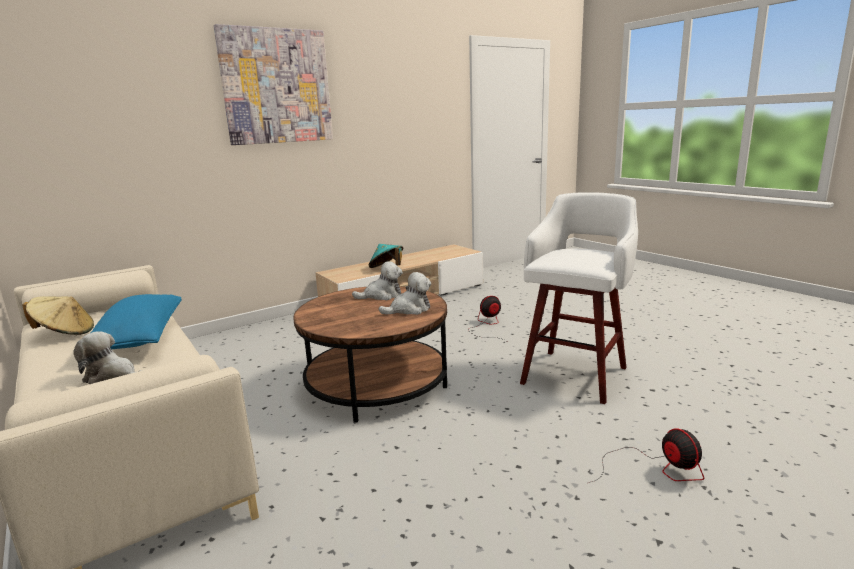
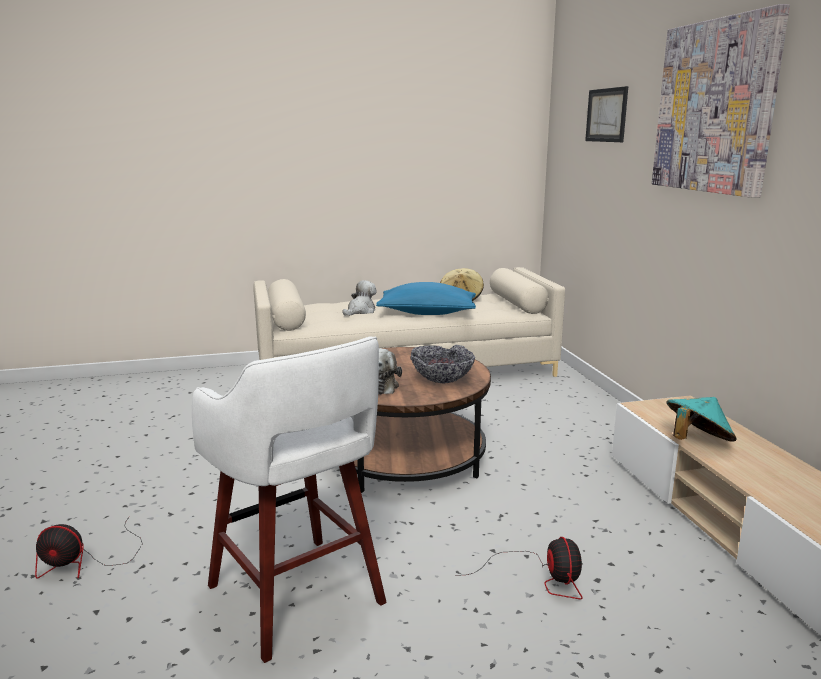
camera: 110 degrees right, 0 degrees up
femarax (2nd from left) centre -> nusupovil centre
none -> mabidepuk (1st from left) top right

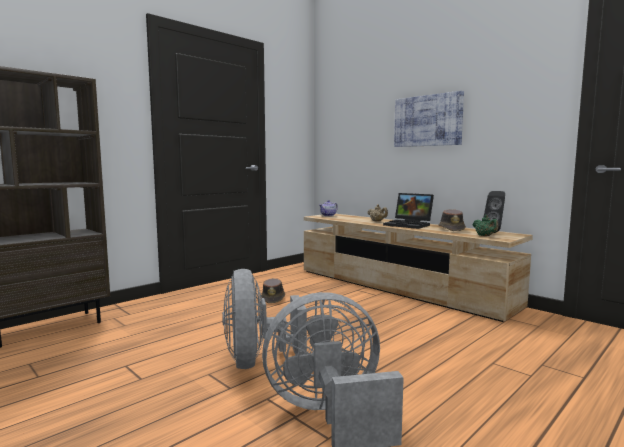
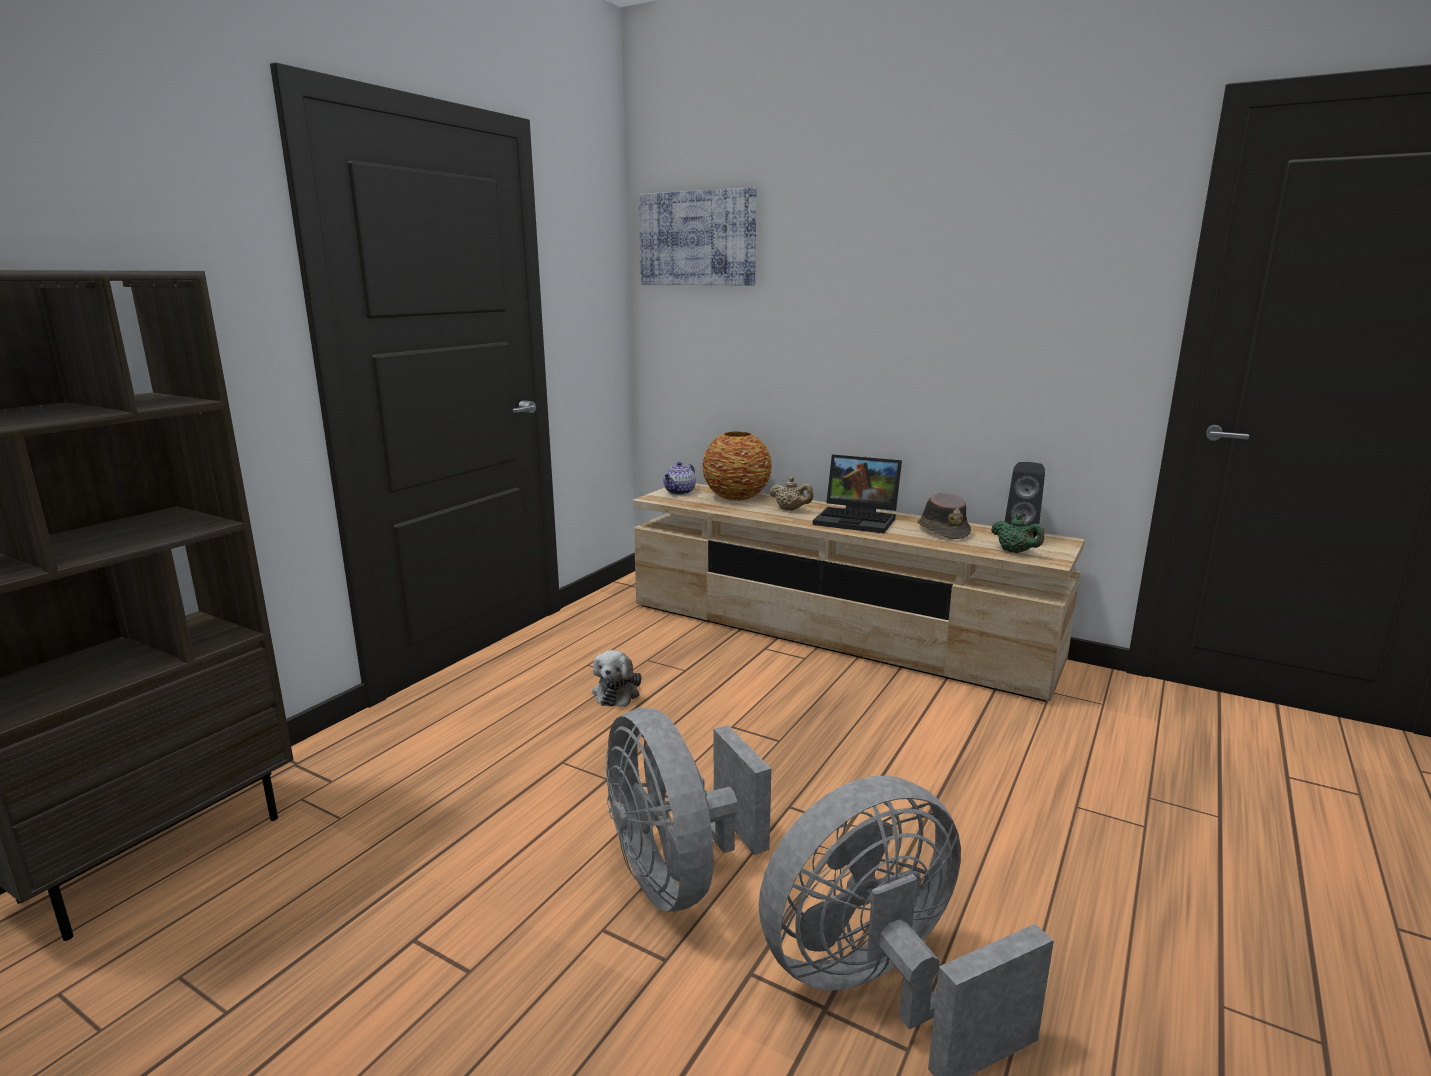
camera: 15 degrees left, 10 degrees up
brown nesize (1st from left) centre -> femarax centre
mabidepuk top right -> mabidepuk top centre, move
none -> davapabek centre

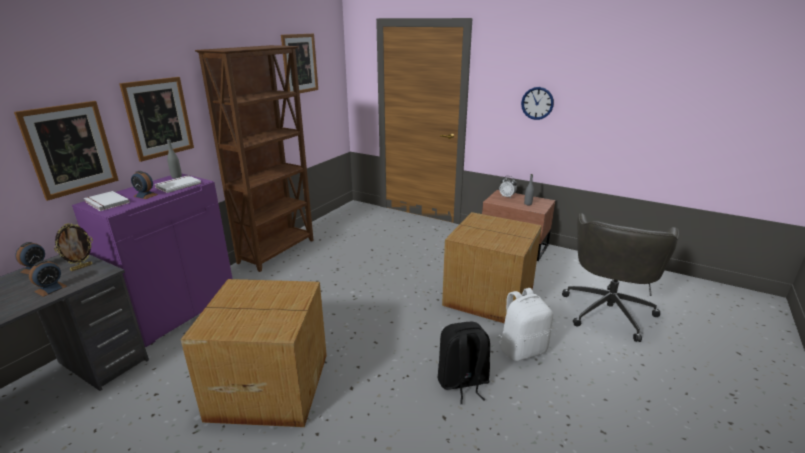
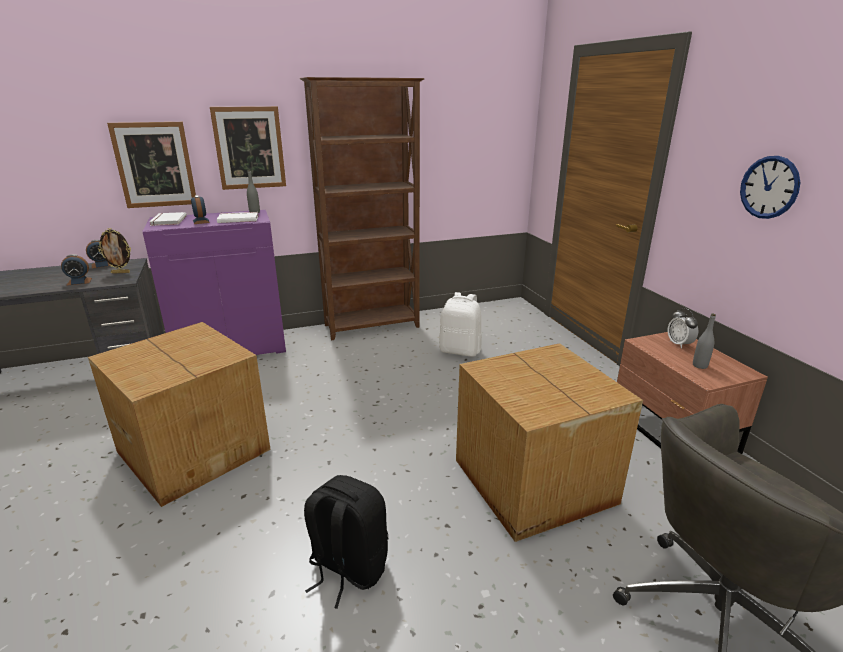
camera: 40 degrees right, 0 degrees up
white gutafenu bottom centre -> white gutafenu centre, move
mabidepuk (3rd from left) top centre -> none

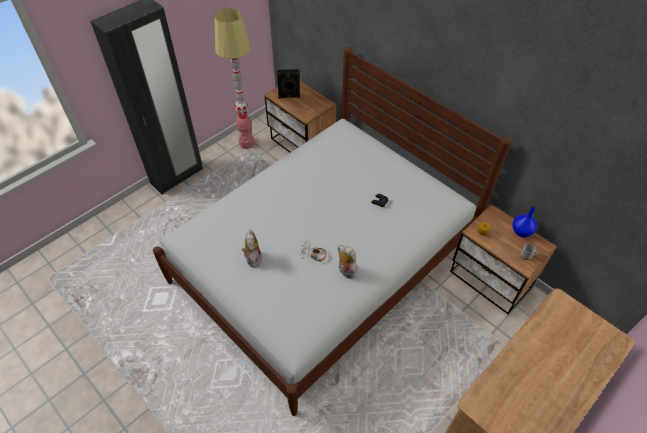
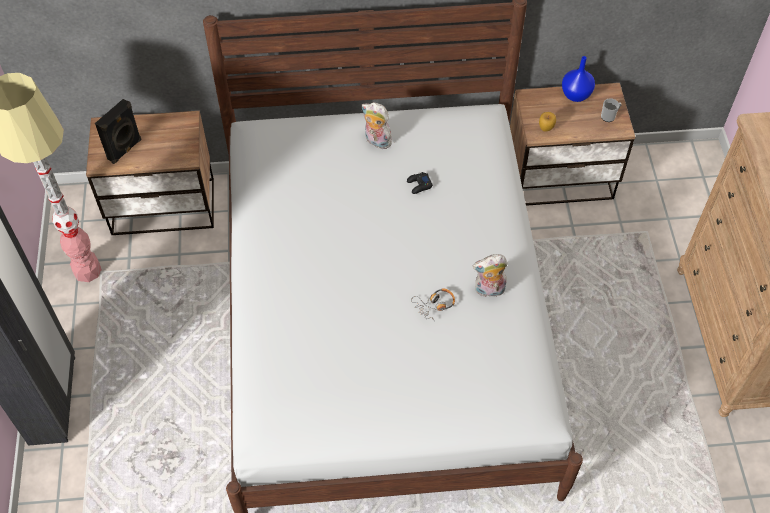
camera: 50 degrees left, 5 degrees up
femarax (1st from left) centre -> femarax (1st from left) top centre, move

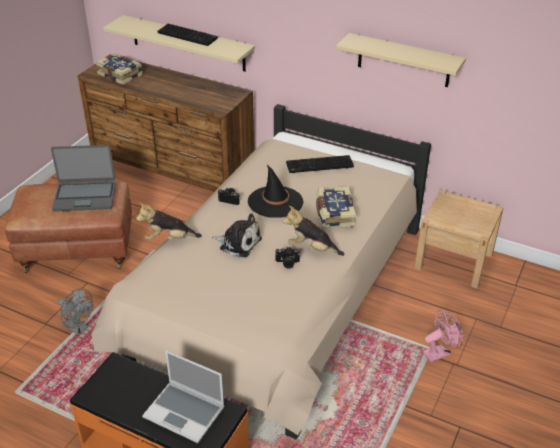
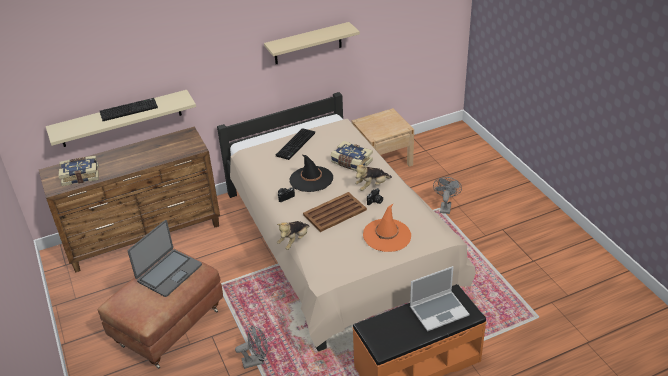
camera: 50 degrees left, 0 degrees up
femarax (2nd from left) centre -> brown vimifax centre
none -> orange nesize centre
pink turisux bottom right -> grey turisux (2nd from left) middle right

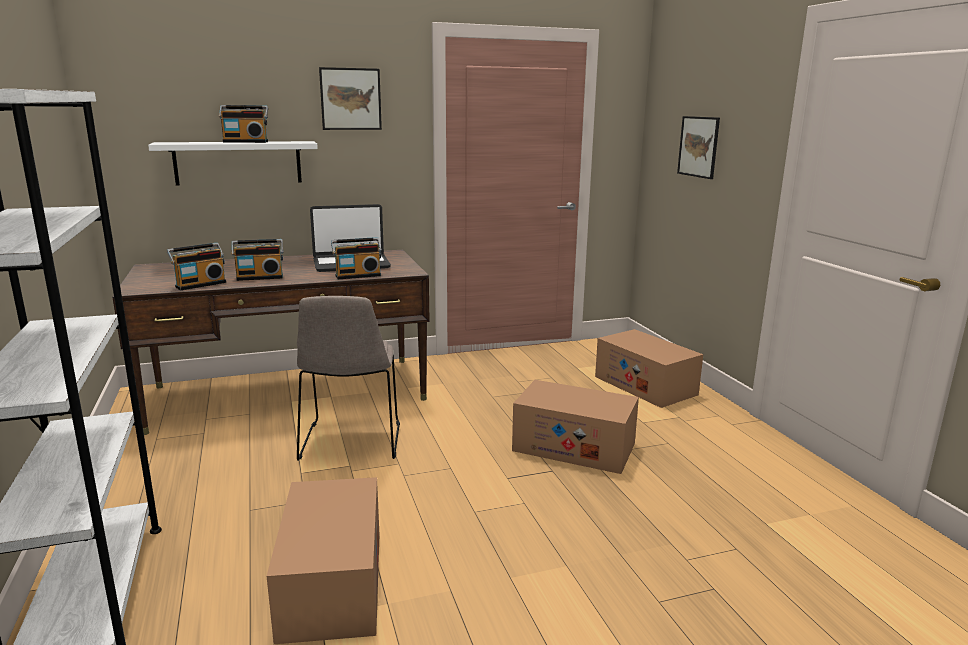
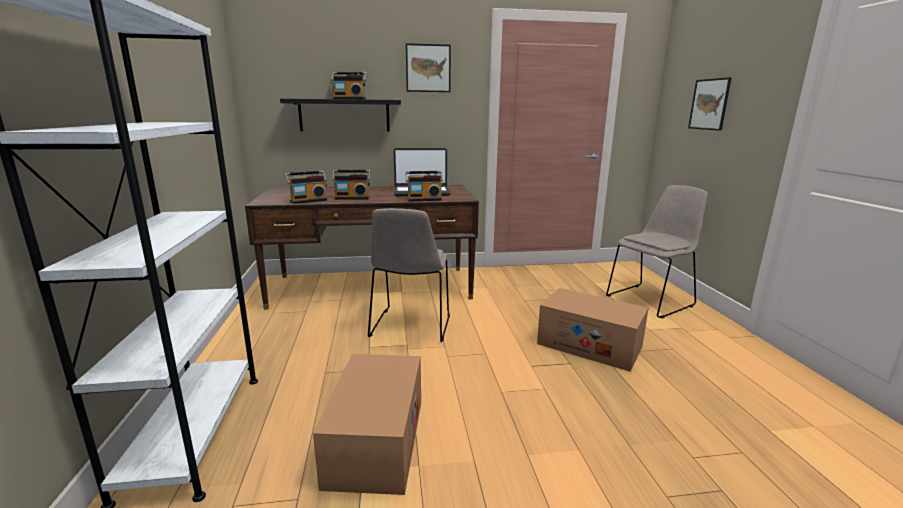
camera: 10 degrees right, 0 degrees up
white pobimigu top left -> black pobimigu top centre
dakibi (3rd from left) middle right -> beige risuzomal (2nd from left) middle right

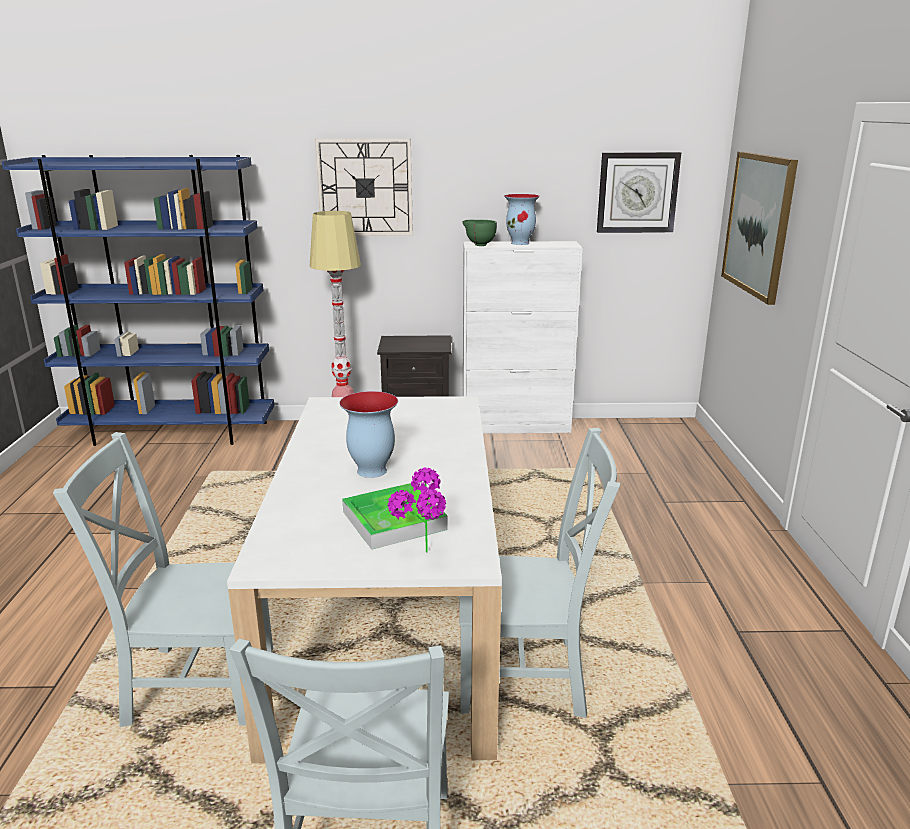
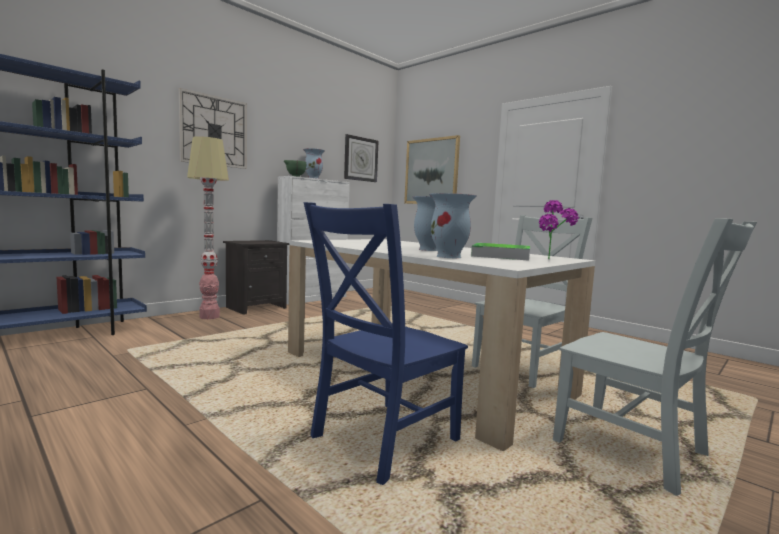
camera: 45 degrees left, 15 degrees down
grey risuzomal (1st from left) bottom left -> blue risuzomal centre
none -> davapabek (3rd from left) centre

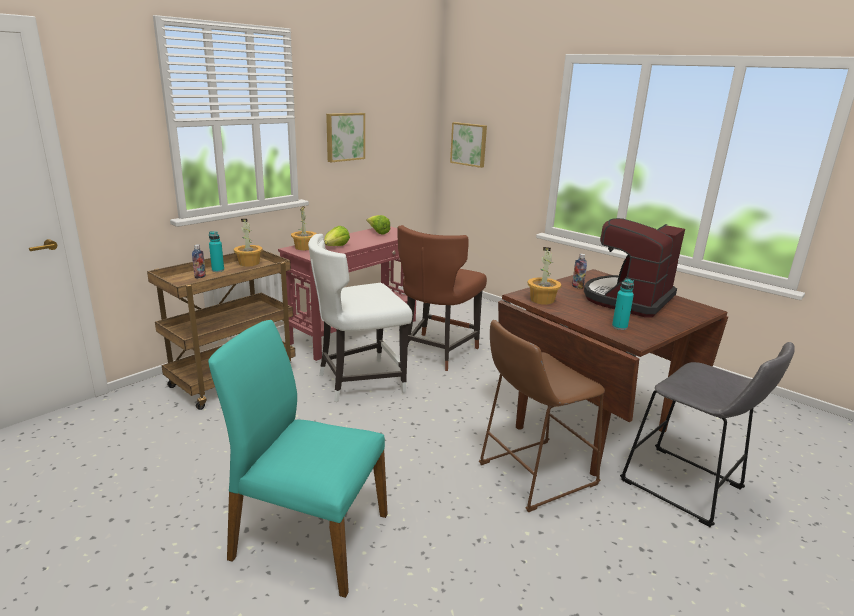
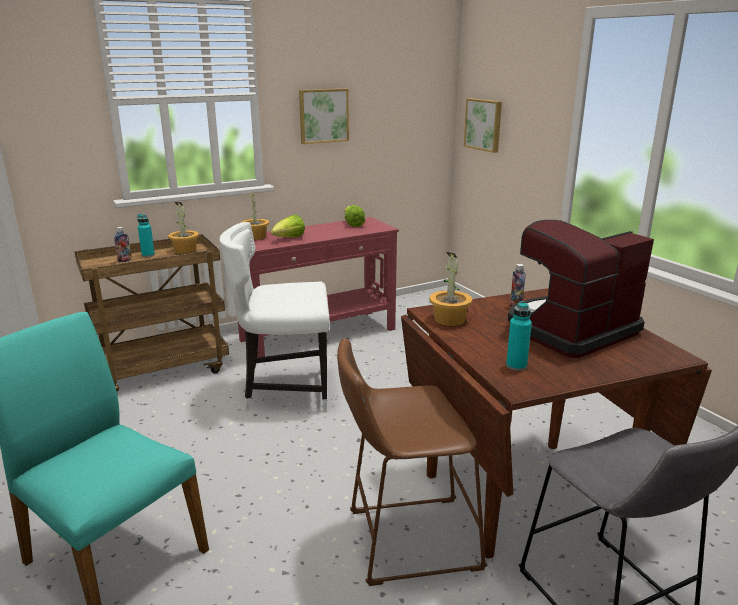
camera: 20 degrees right, 0 degrees up
brown risuzomal centre -> none

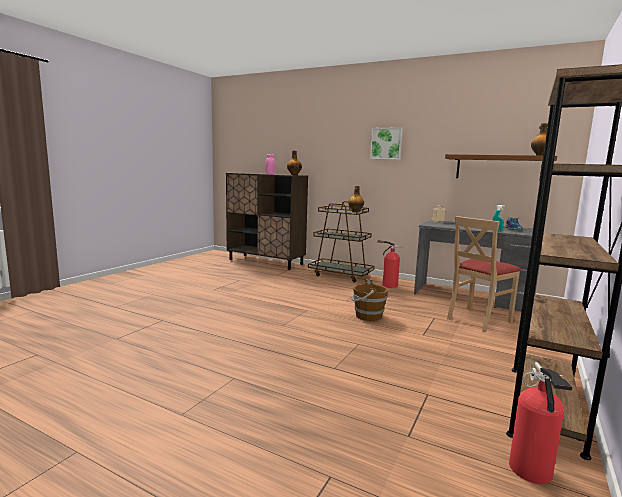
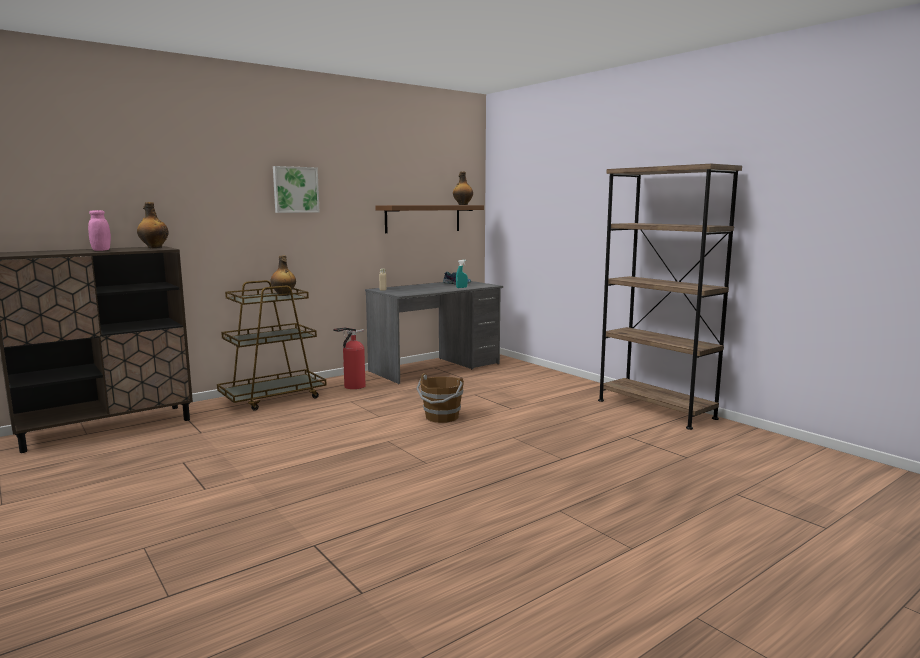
camera: 65 degrees left, 0 degrees up
beige risuzomal middle right -> none
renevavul (2nd from left) bottom right -> none

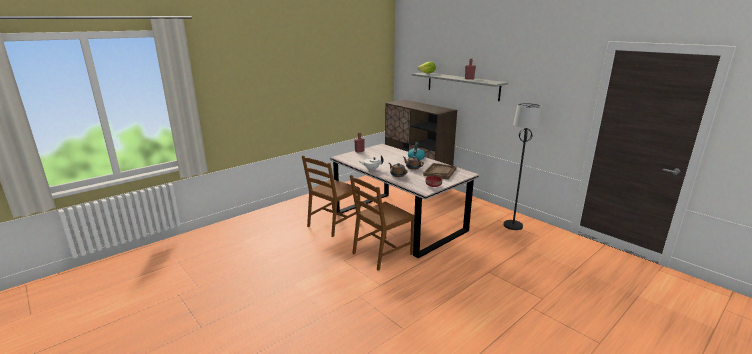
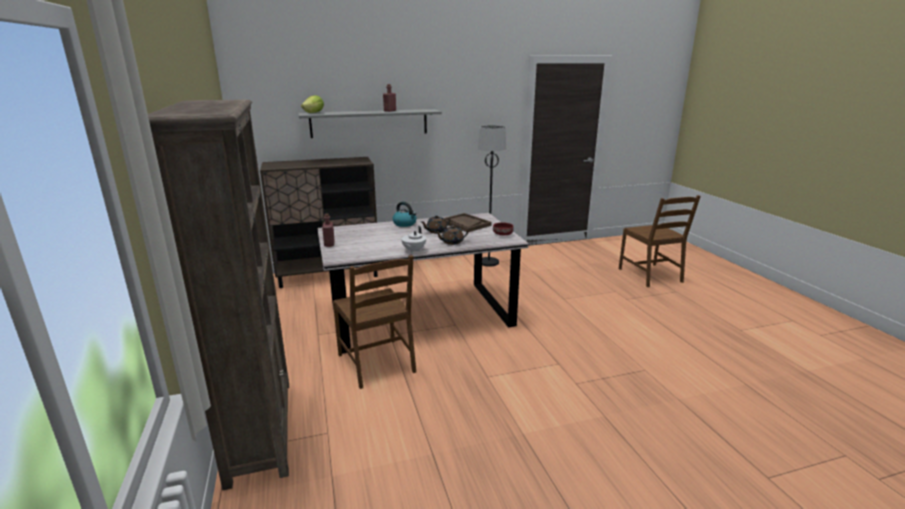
camera: 65 degrees left, 0 degrees up
none -> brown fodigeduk middle left
brown risuzomal (2nd from left) centre -> brown risuzomal (2nd from left) middle right, move

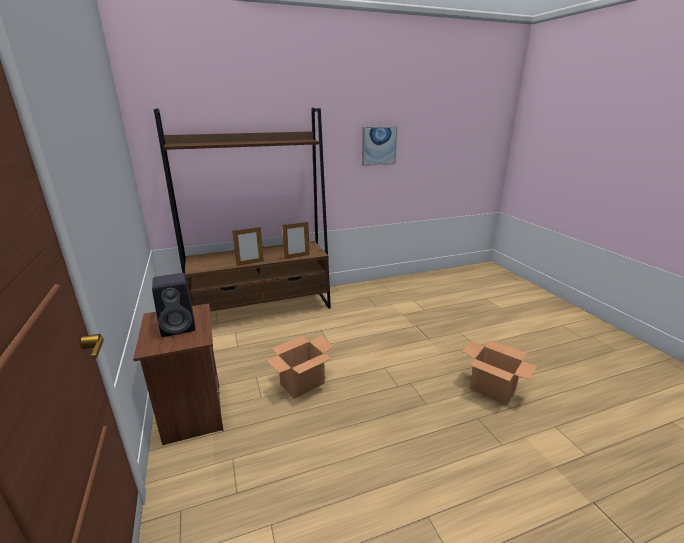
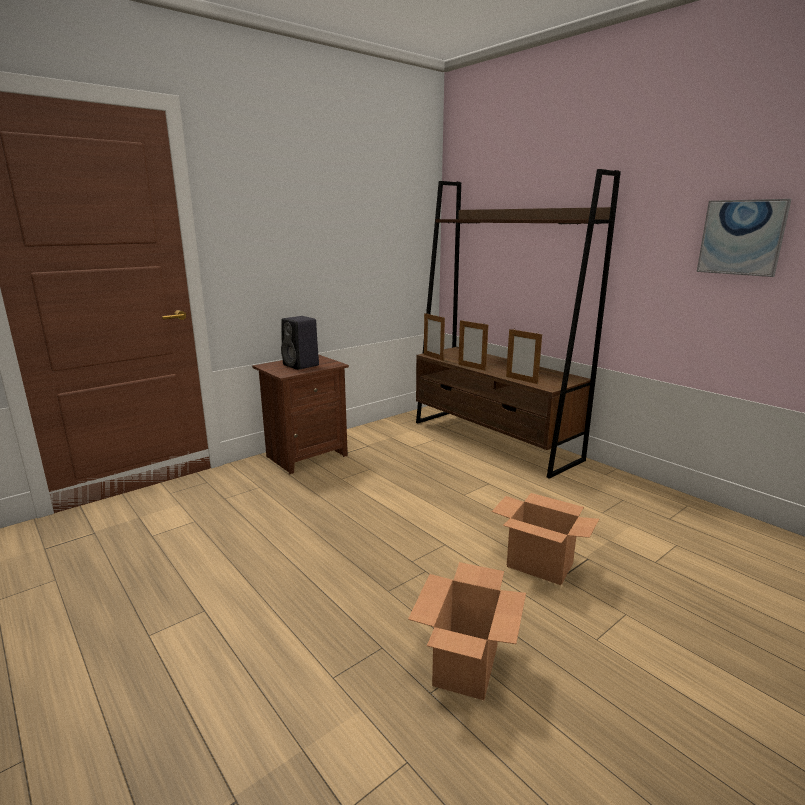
camera: 70 degrees right, 5 degrees down
none -> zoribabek (1st from left) centre
dakibi (1st from left in the first image) bottom centre -> dakibi (2nd from left) bottom right, move

